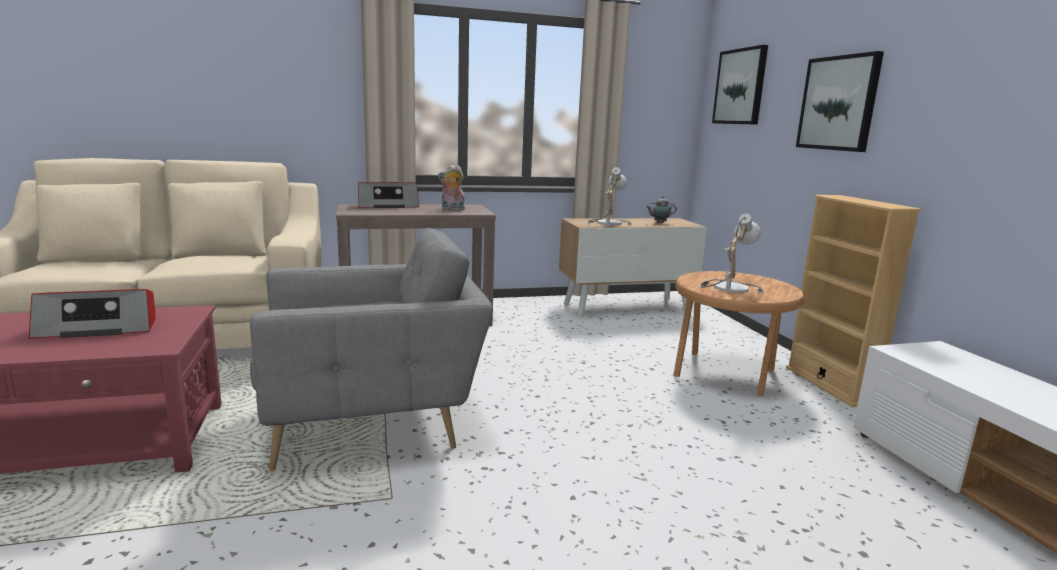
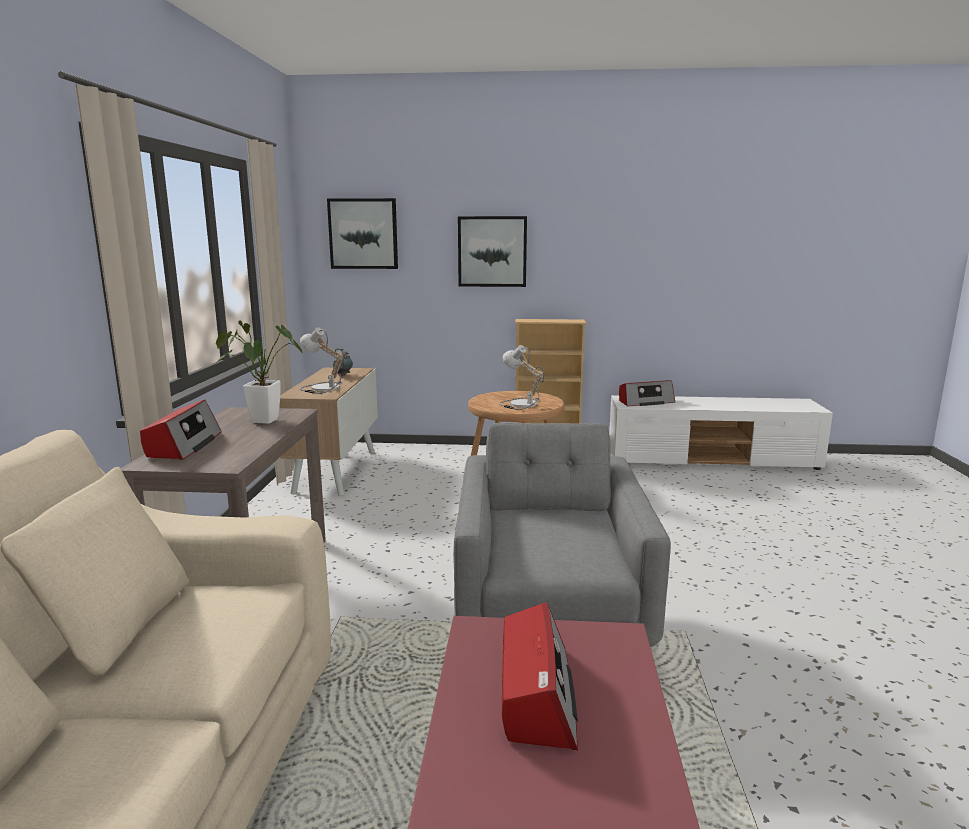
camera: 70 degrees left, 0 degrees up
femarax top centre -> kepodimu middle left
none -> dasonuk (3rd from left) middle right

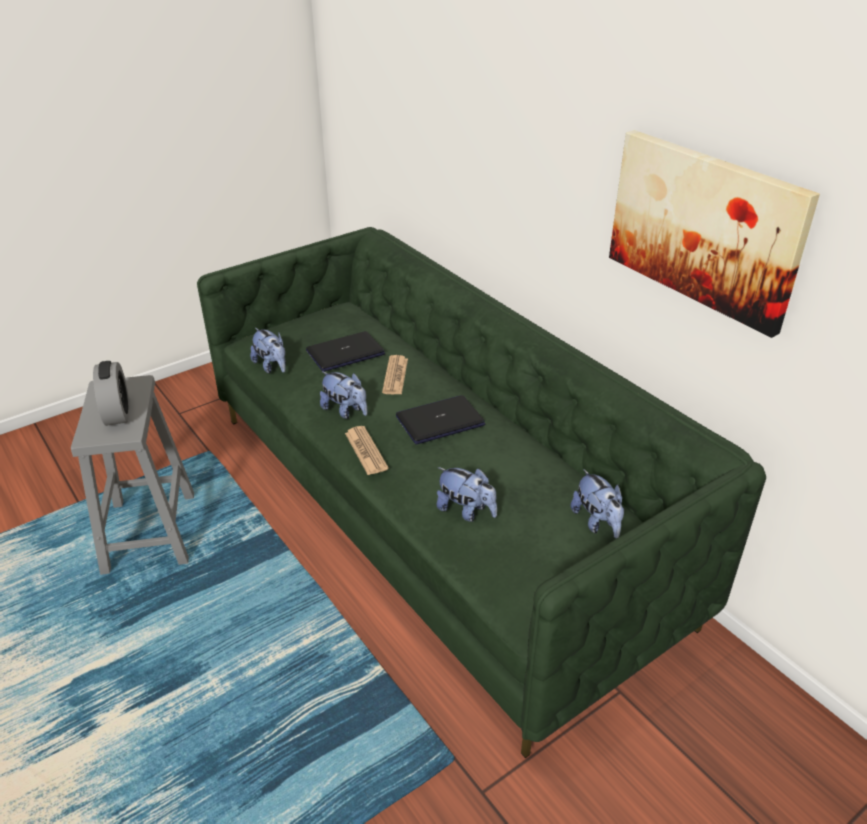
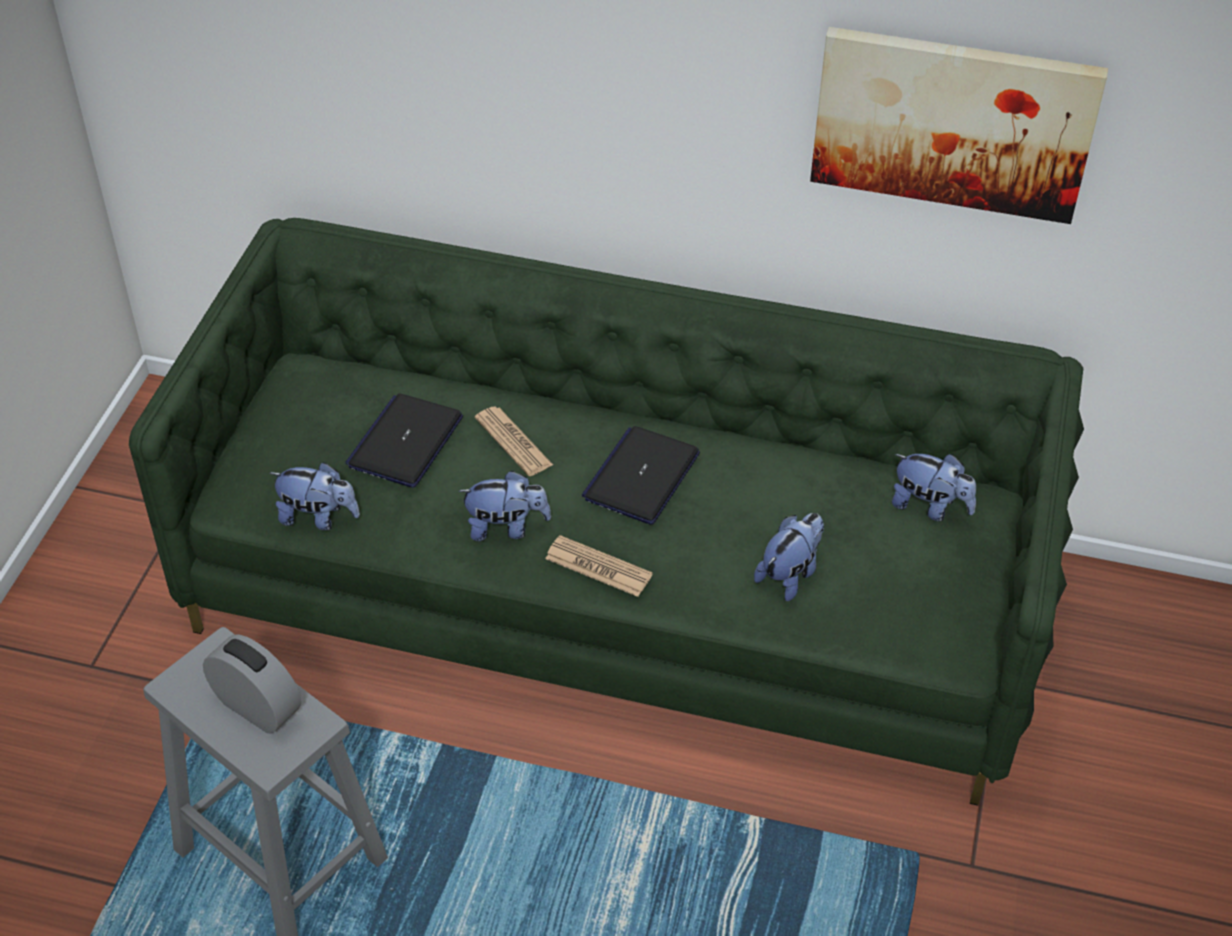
camera: 40 degrees left, 10 degrees up
femarax (3rd from left) centre, 45 degrees counterclockwise

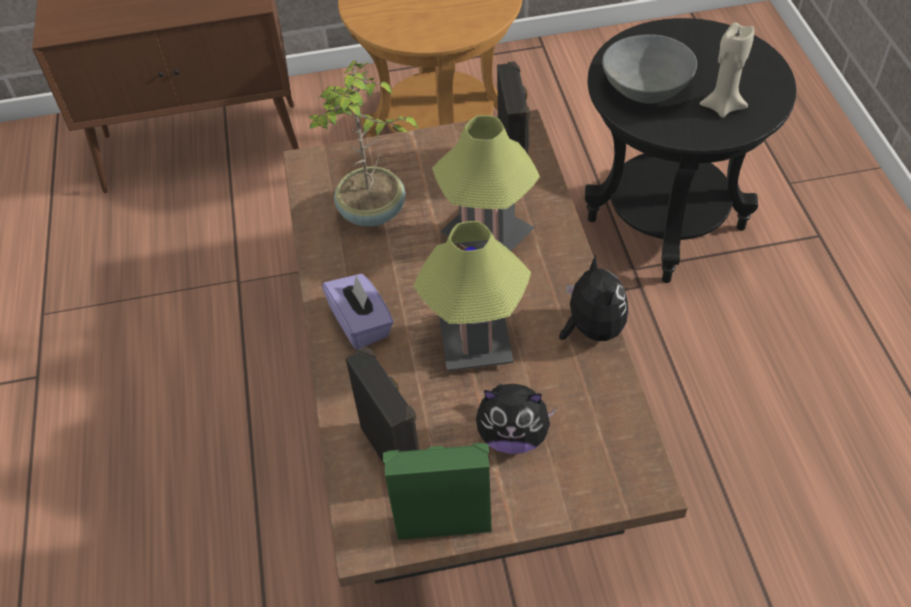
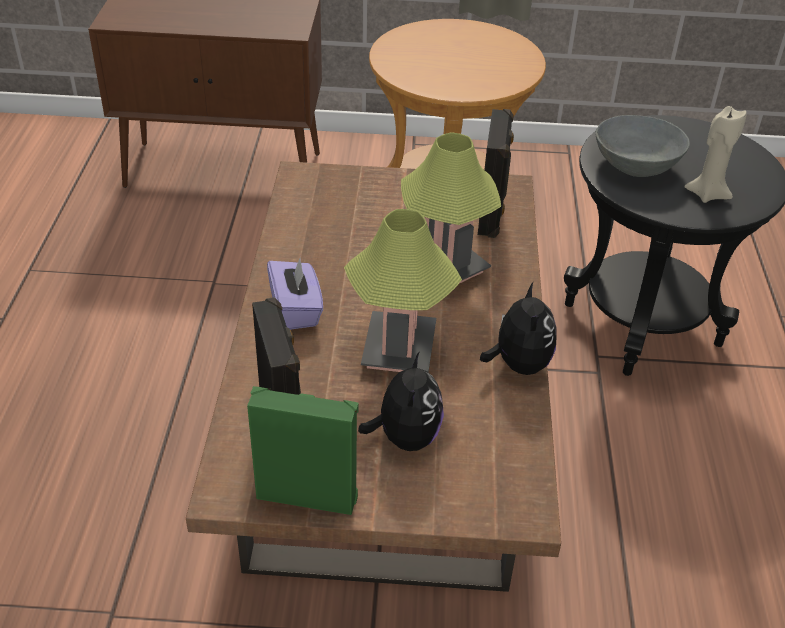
camera: 10 degrees right, 10 degrees down
femarax (1st from left) bottom centre -> femarax (1st from left) centre, 105 degrees counterclockwise
kepodimu top centre -> none

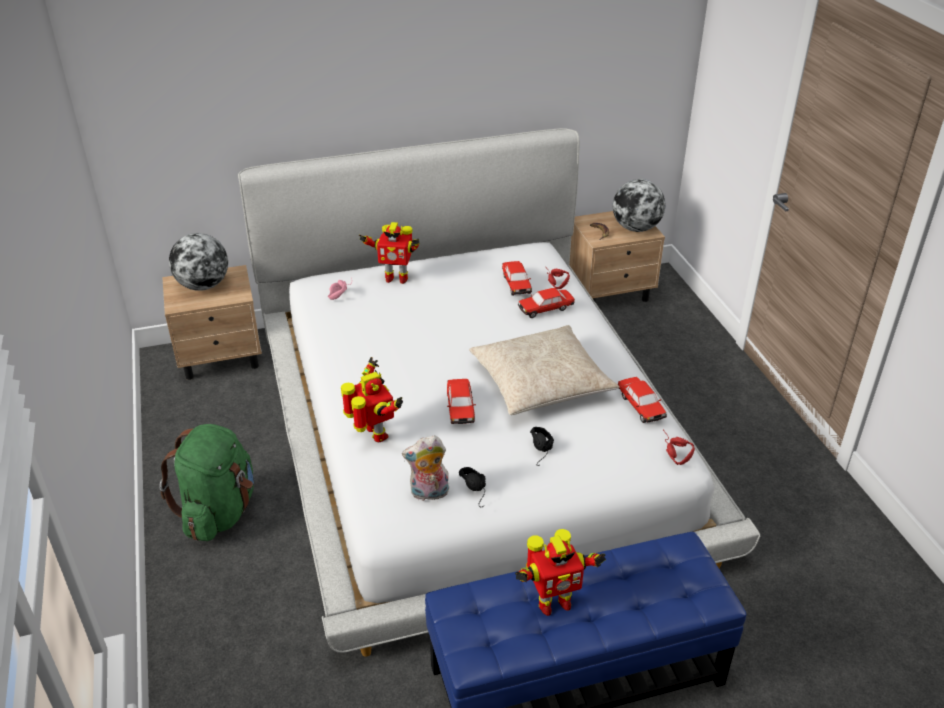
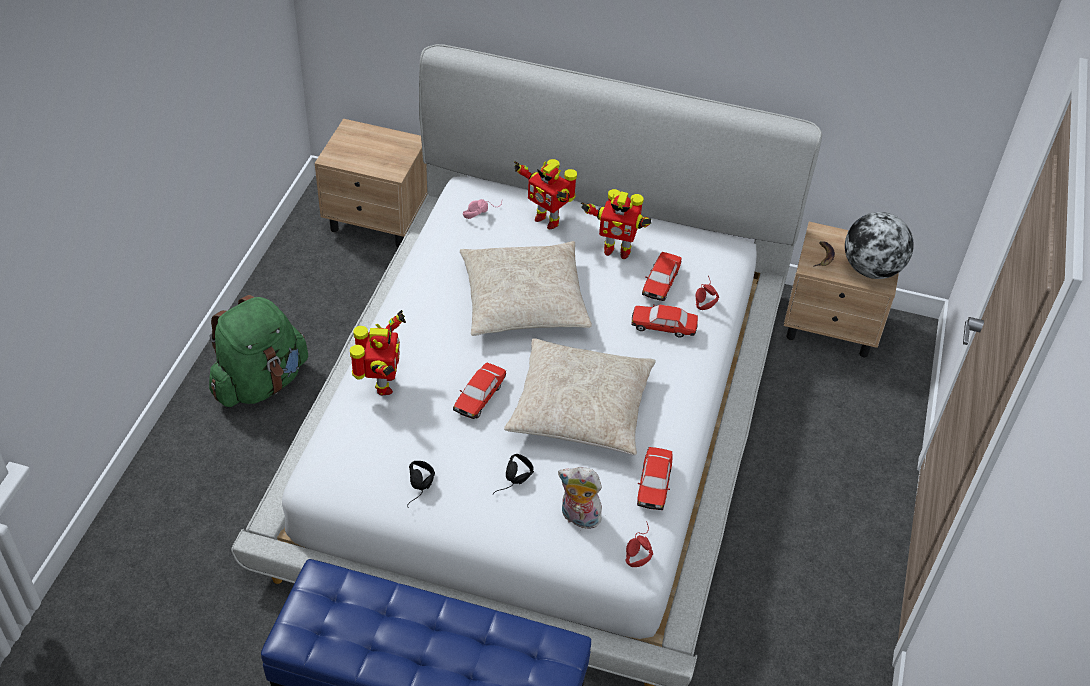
camera: 30 degrees right, 10 degrees up
none -> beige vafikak (1st from left) centre
femarax centre -> femarax bottom centre, move
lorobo (3rd from left) bottom centre -> lorobo (3rd from left) top centre, move
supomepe (1st from left) middle left -> none

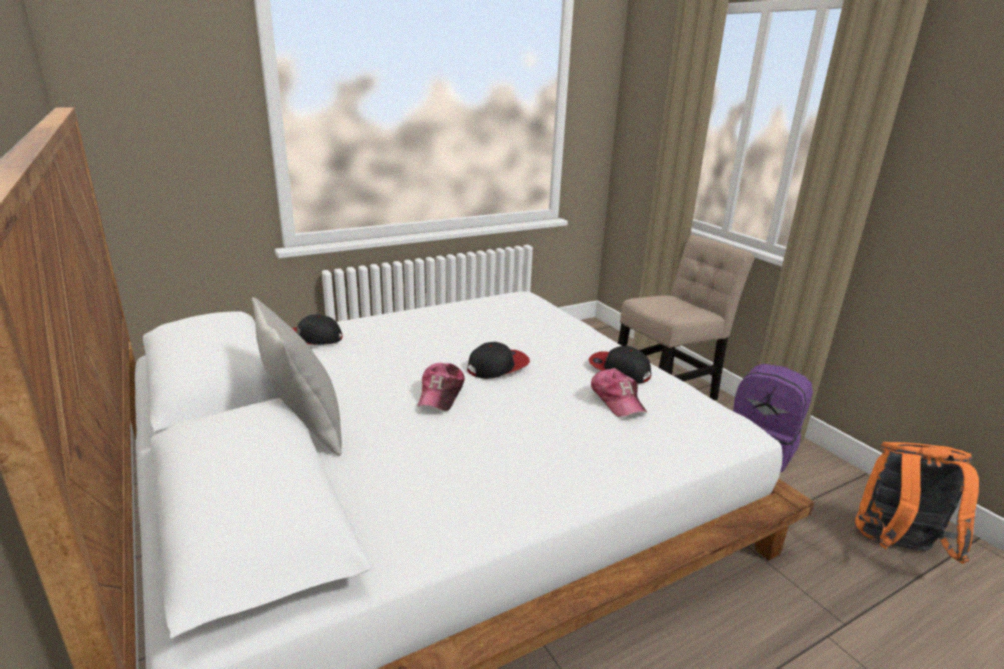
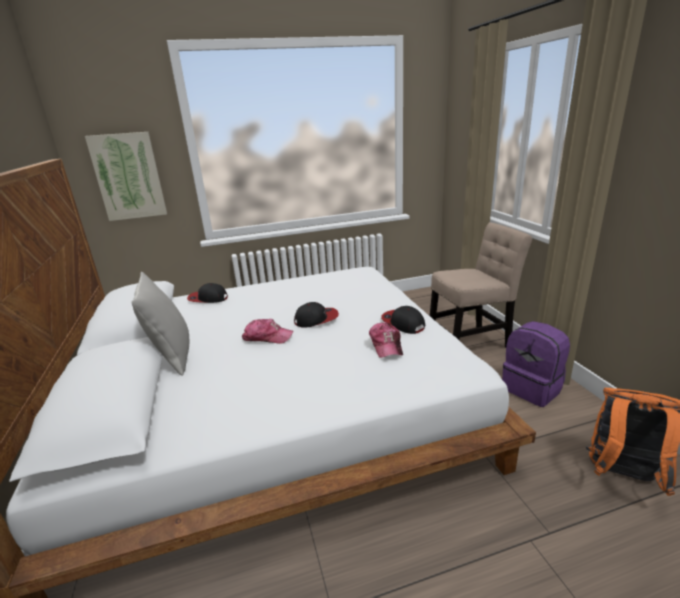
camera: 15 degrees right, 0 degrees up
none -> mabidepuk top left
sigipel (2nd from left) centre, 105 degrees counterclockwise

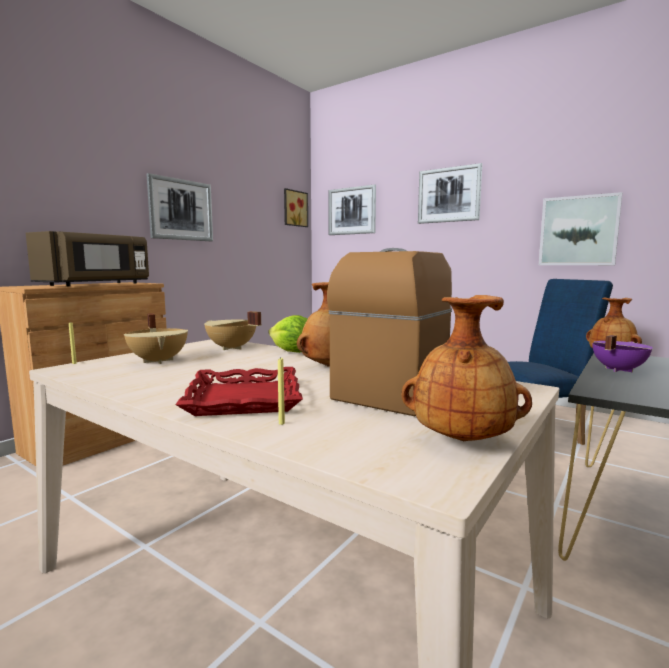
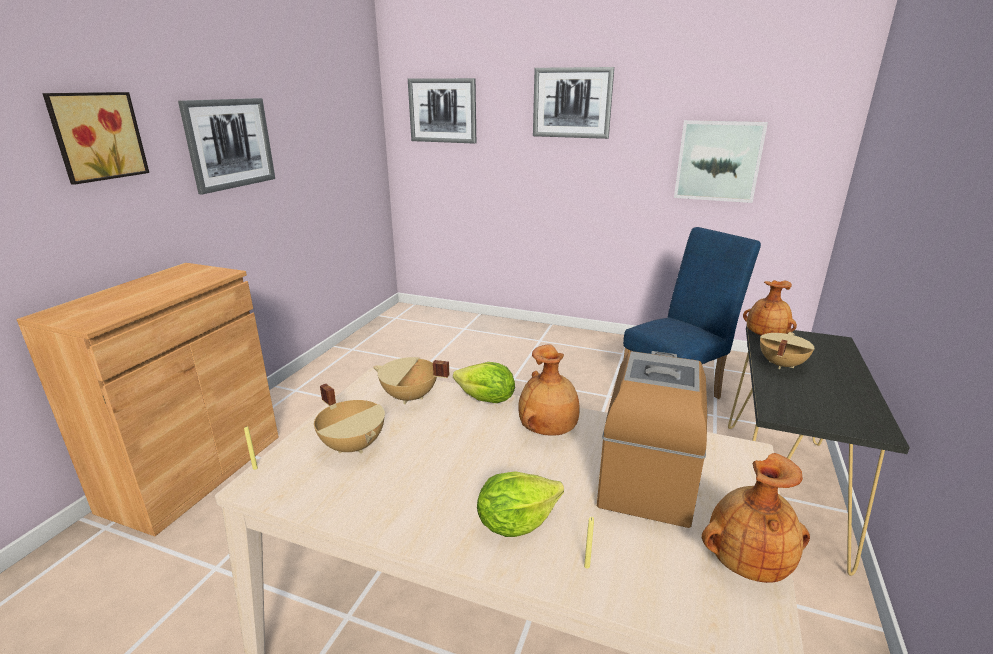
camera: 15 degrees left, 15 degrees up
mabidepuk (2nd from left in the first image) top centre -> mabidepuk (1st from left) top left, move
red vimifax centre -> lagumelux (2nd from left) bottom centre
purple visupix middle right -> beige visupix (3rd from left) middle right
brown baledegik middle left -> none

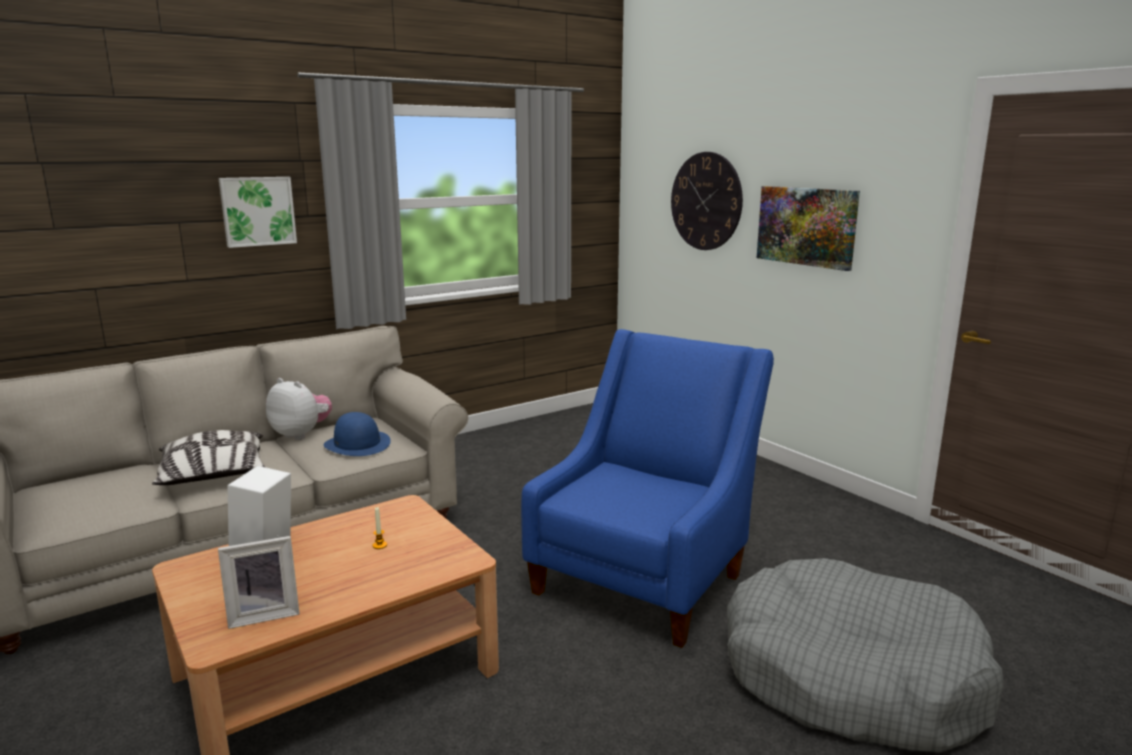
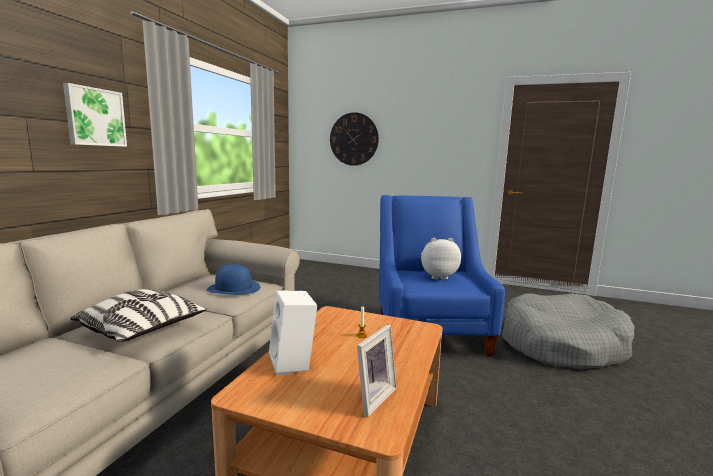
camera: 35 degrees left, 5 degrees down
femarax middle left -> femarax centre, move
mabidepuk (2nd from left) top right -> none

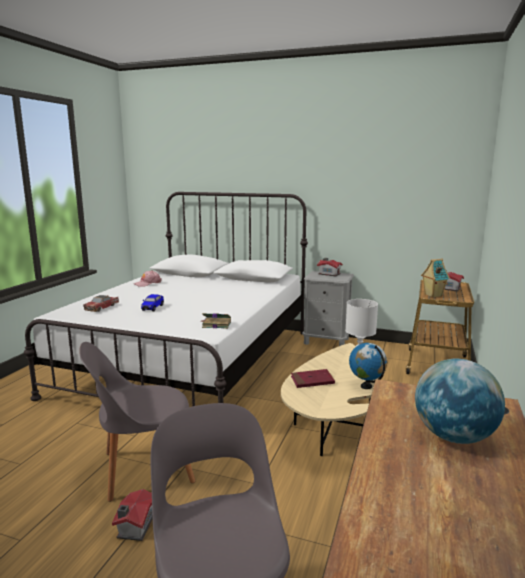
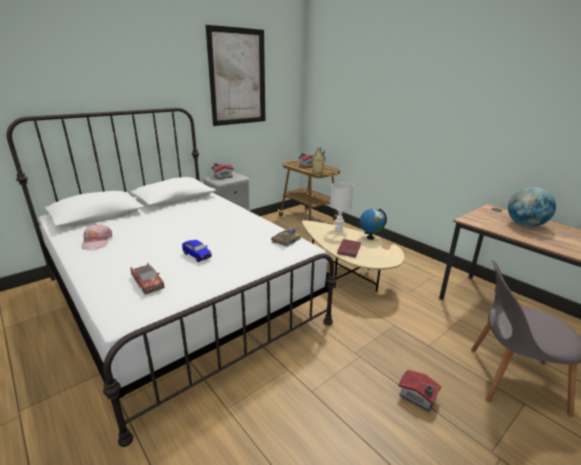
camera: 60 degrees left, 10 degrees up
none -> mabidepuk top centre
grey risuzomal (1st from left) bottom left -> none

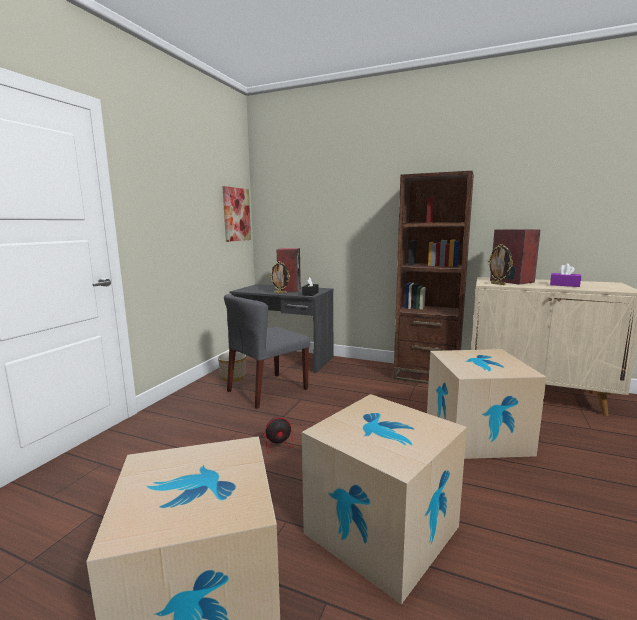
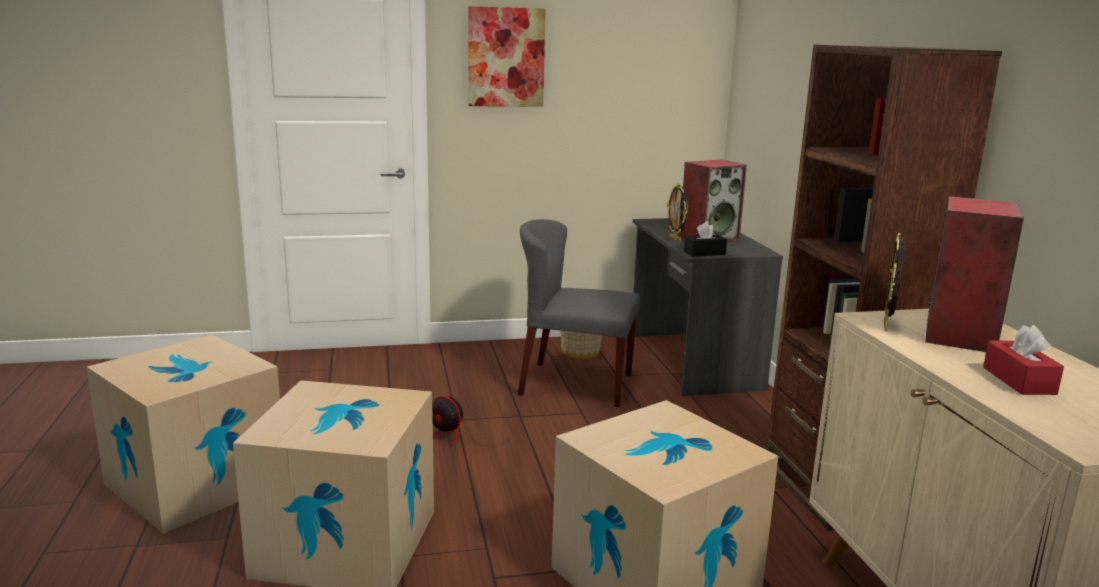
camera: 55 degrees right, 5 degrees up
mabidepuk centre -> mabidepuk top centre, move
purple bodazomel middle right -> red bodazomel middle right

